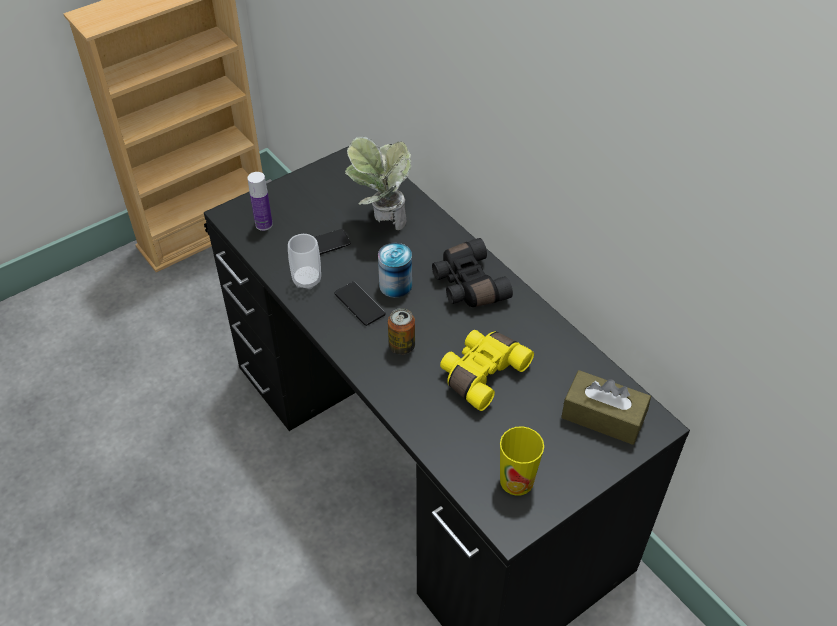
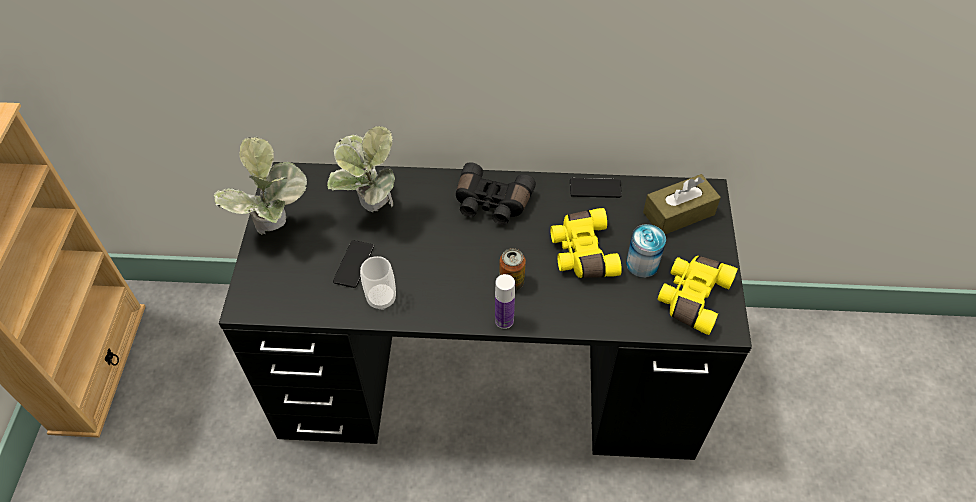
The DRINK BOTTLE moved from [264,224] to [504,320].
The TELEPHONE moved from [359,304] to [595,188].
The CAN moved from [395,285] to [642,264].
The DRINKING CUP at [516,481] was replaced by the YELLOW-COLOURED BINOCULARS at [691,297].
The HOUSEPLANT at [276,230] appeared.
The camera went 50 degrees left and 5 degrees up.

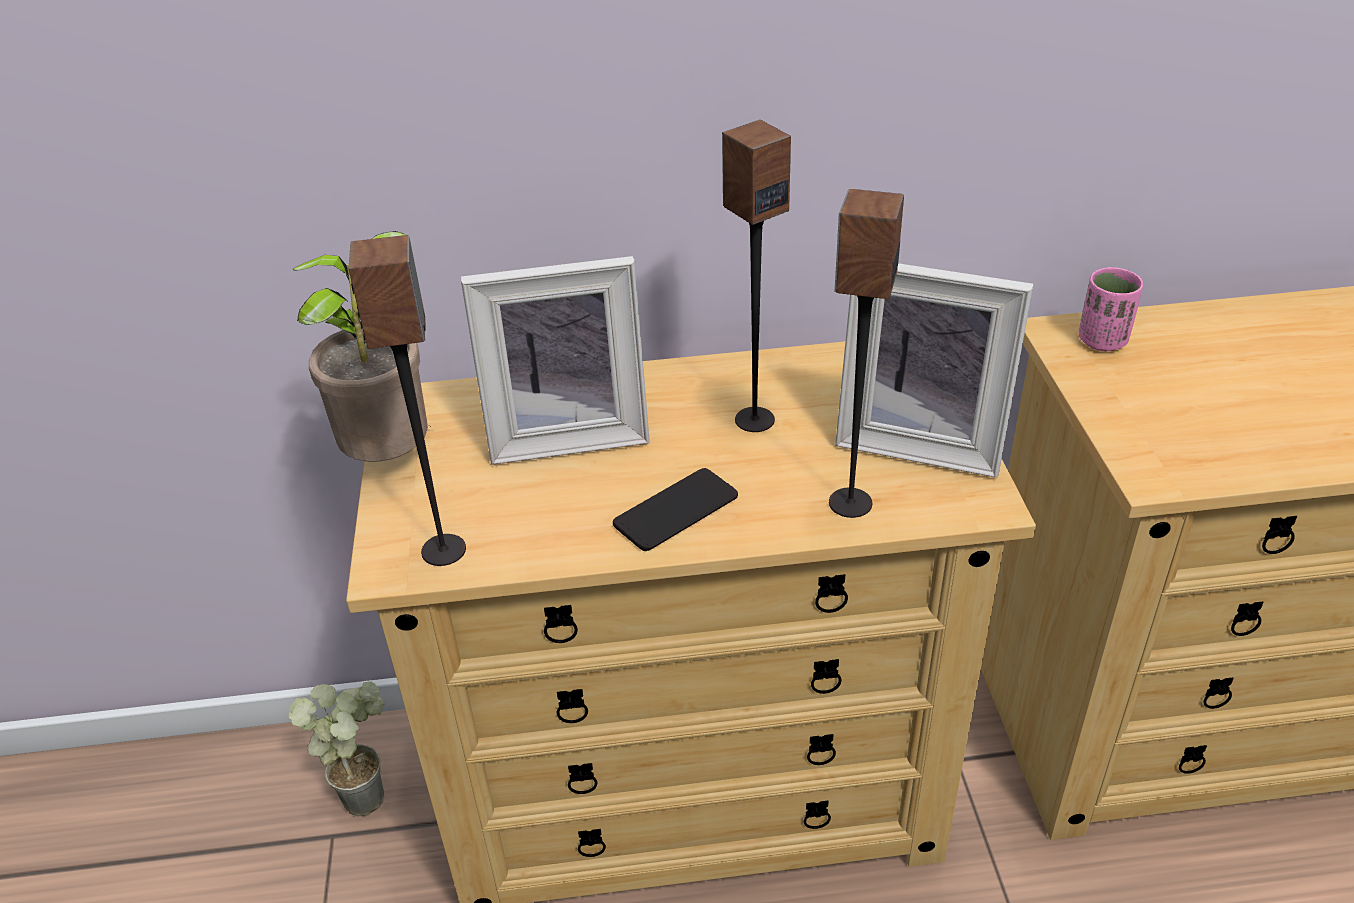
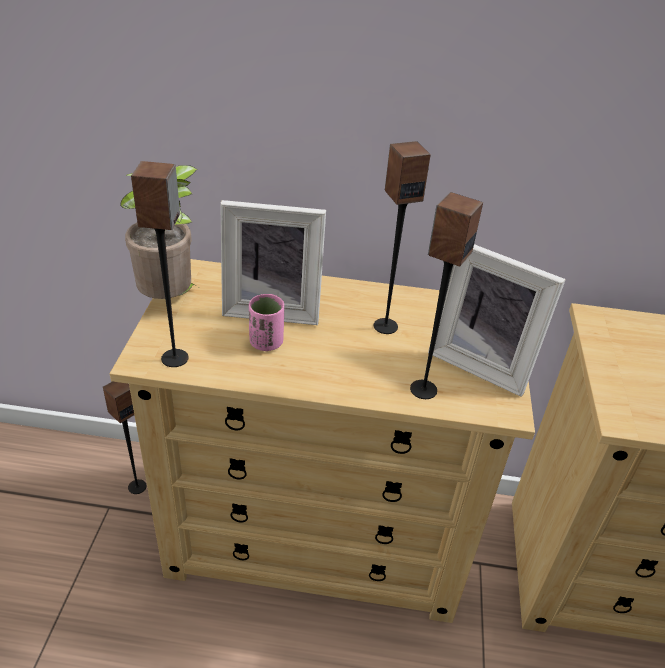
The HOUSEPLANT at [368,789] was replaced by the LOUDSPEAKER at [137,486].
The TELEPHONE at [676,510] disappeared.
The PINK-COLOURED DRINKING CUP moved from [1102,341] to [266,343].
The camera went 10 degrees right and 0 degrees up.

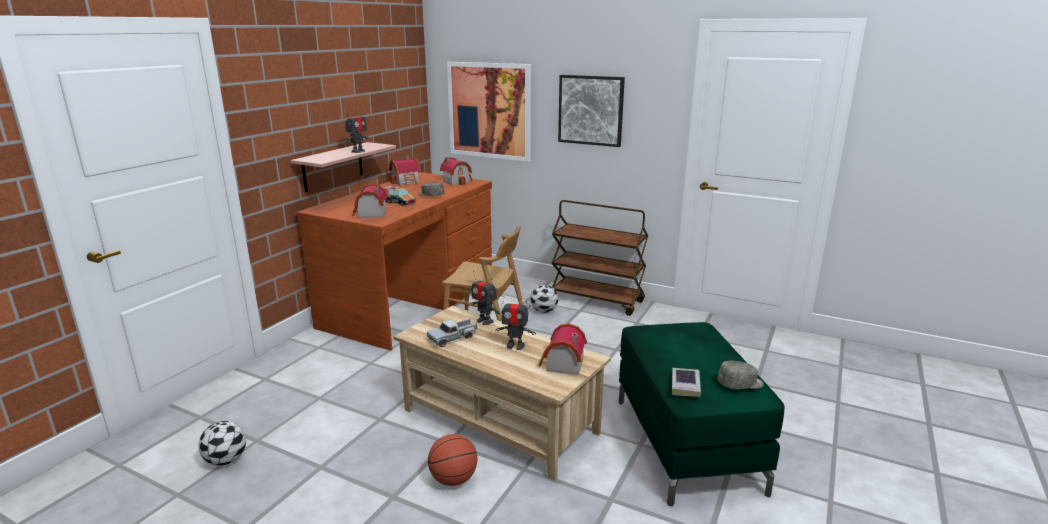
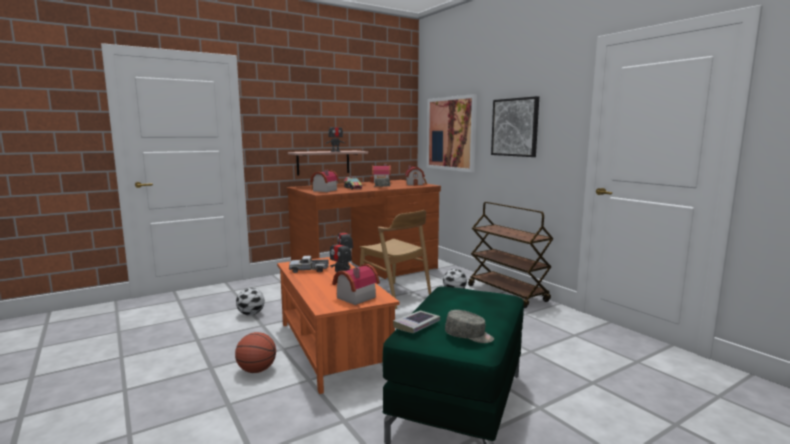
The FOOTBALL BALL moved from [226,460] to [251,314].
The BEIGE-COLOURED LOW TABLE at [500,421] became the ORANGEY LOW TABLE at [332,347].
The camera went 30 degrees right and 10 degrees down.

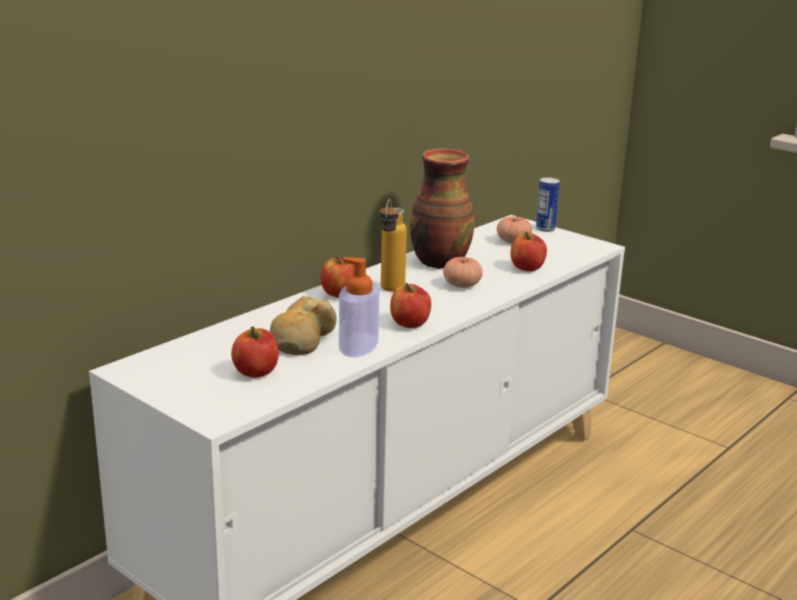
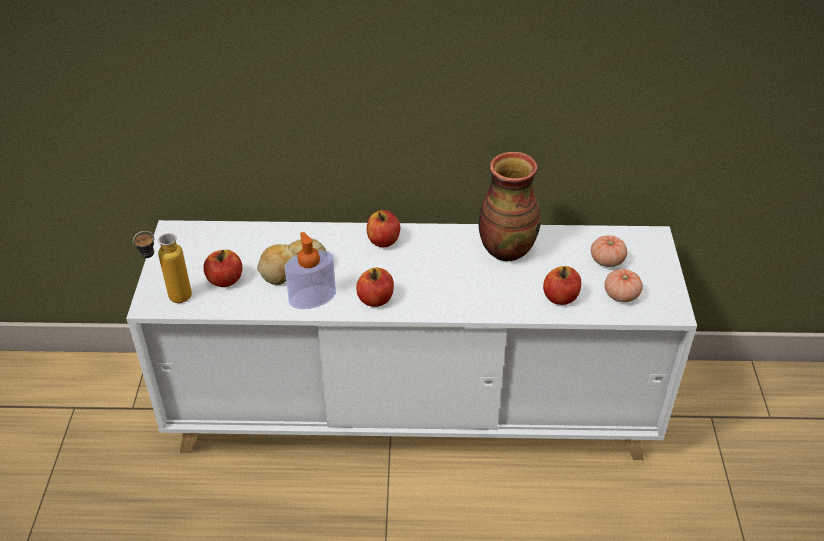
The DRINK BOTTLE moved from [390,291] to [170,299].
The FRESH TOMATO moved from [462,285] to [621,295].
The CAN at [545,229] disappeared.
The camera went 50 degrees right and 20 degrees up.

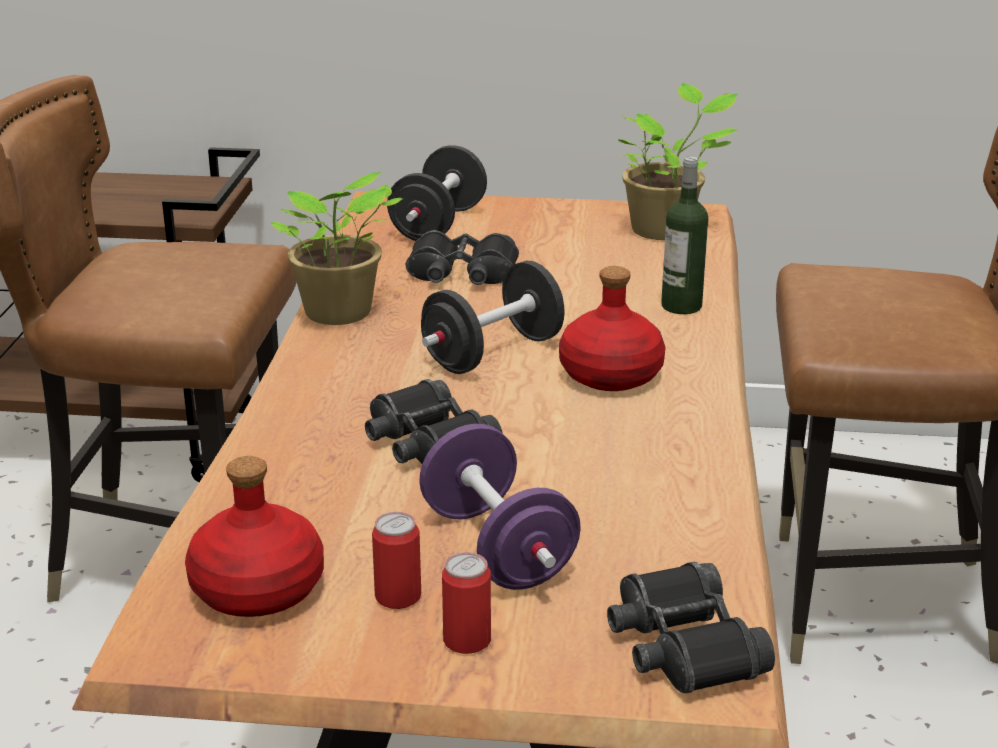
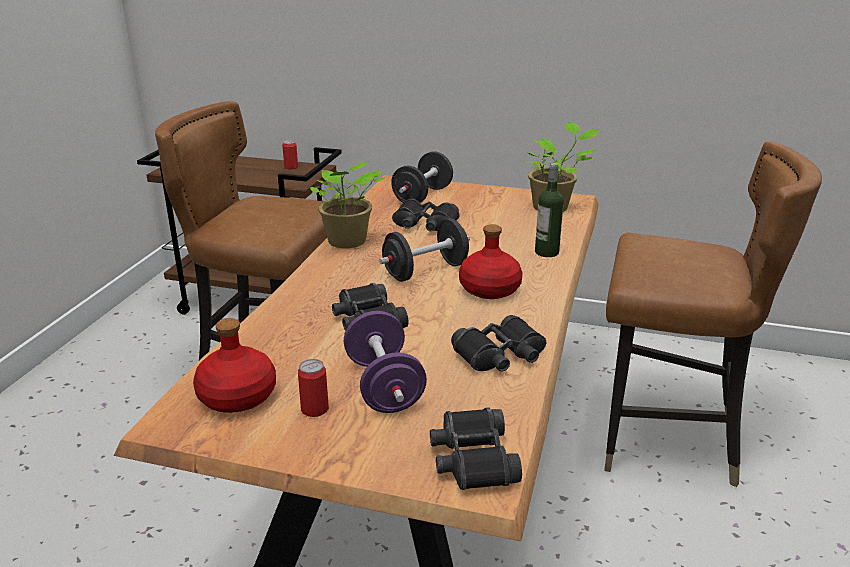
The CAN moved from [467,640] to [291,167].
The BLACK-COLOURED BINOCULARS at [500,355] appeared.
The camera went 10 degrees right and 0 degrees up.

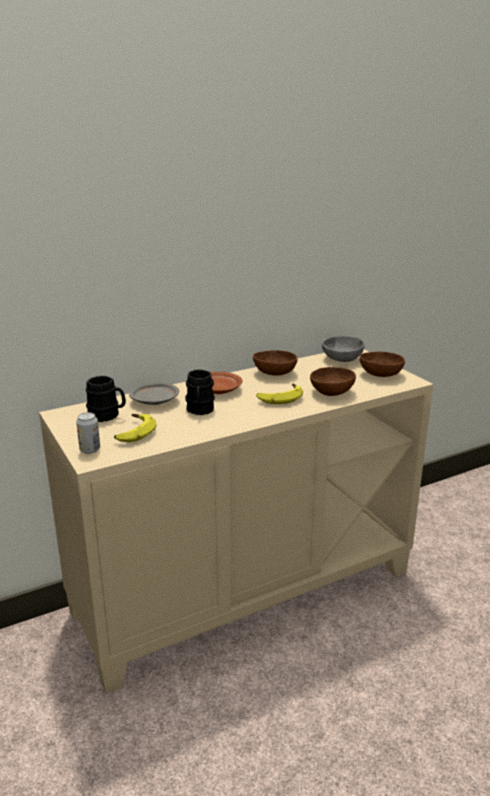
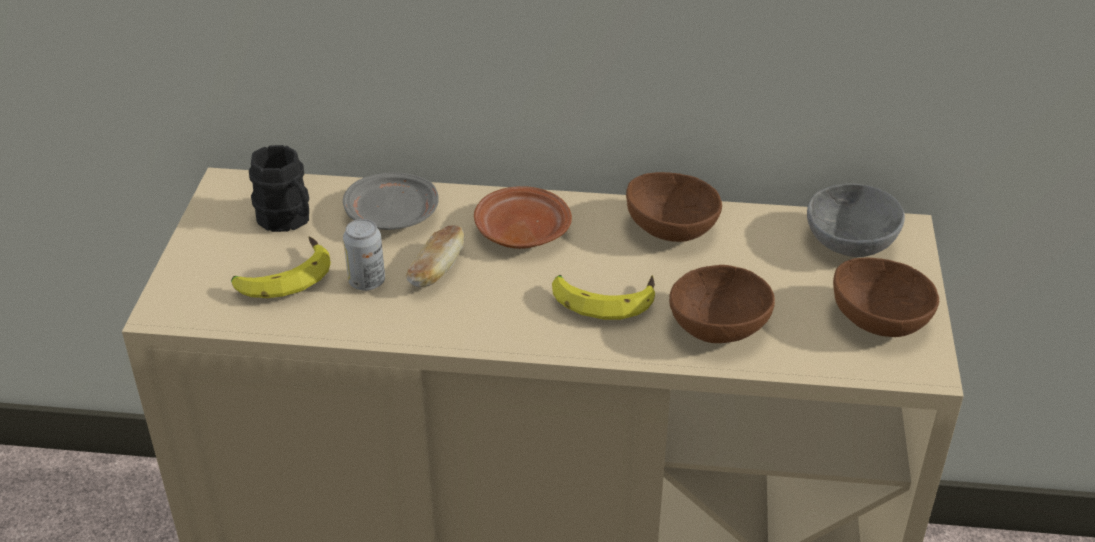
The CAN moved from [90,449] to [367,281].
The BLACK-COLOURED MUG at [200,410] was replaced by the BAKERY BREAD at [436,271].
The camera went 35 degrees right and 15 degrees up.

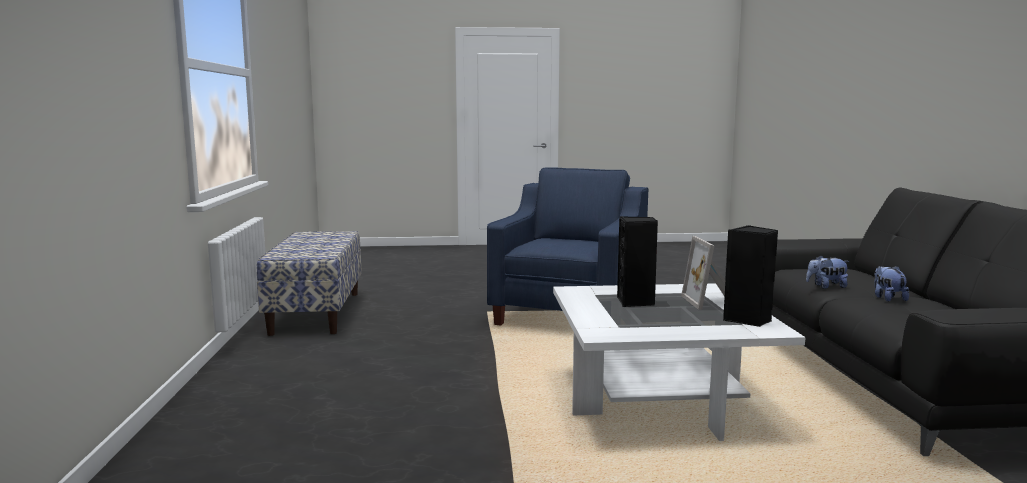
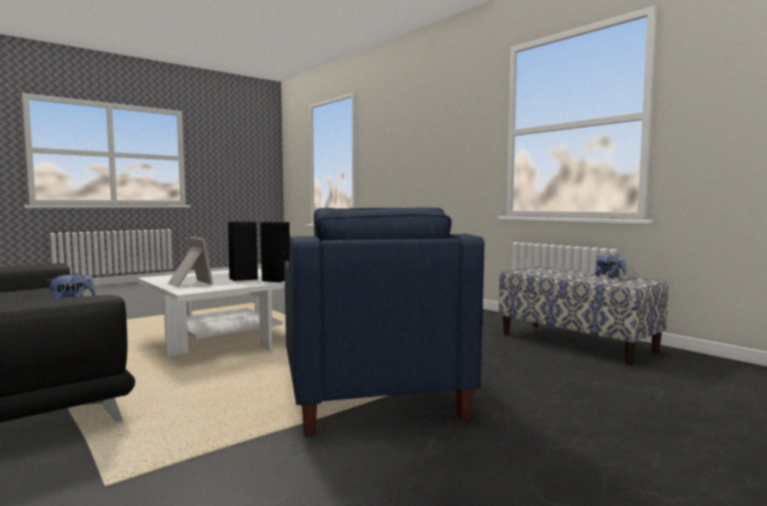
The BLACK-COLOURED LOUDSPEAKER moved from [748,320] to [275,280].
The SOFT TOY moved from [887,298] to [609,277].
The camera went 145 degrees right and 5 degrees down.

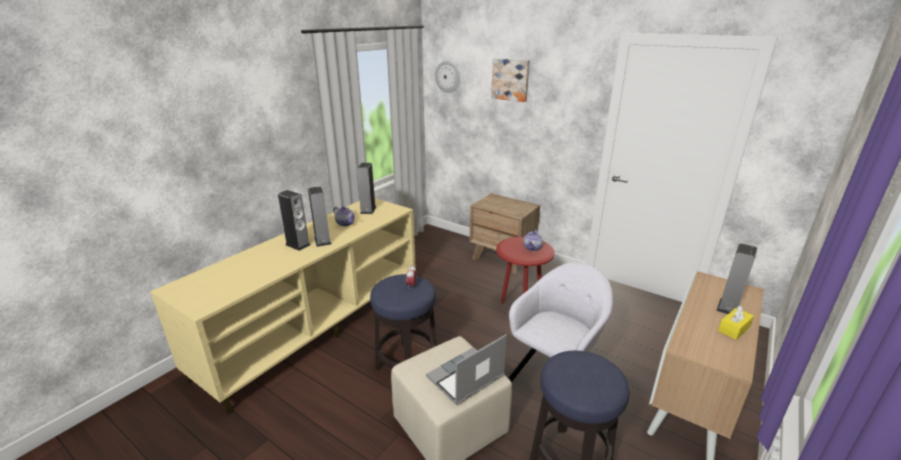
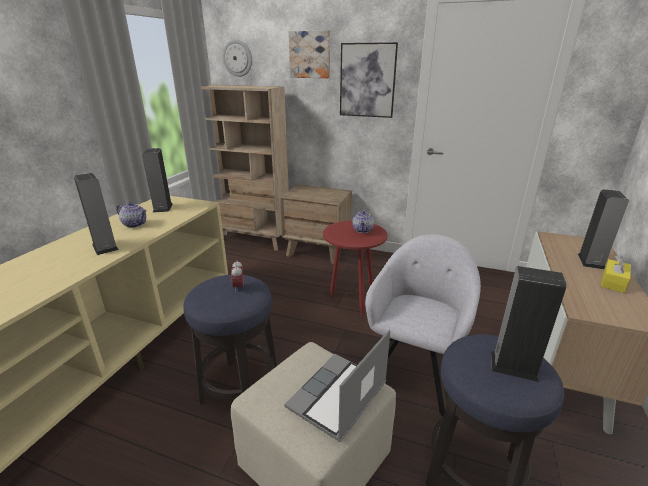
The LOUDSPEAKER moved from [298,244] to [514,366].
The BEIGE-COLOURED BOOKCASE at [252,239] appeared.
The PICTURE at [367,80] appeared.
The camera went 15 degrees left and 0 degrees up.

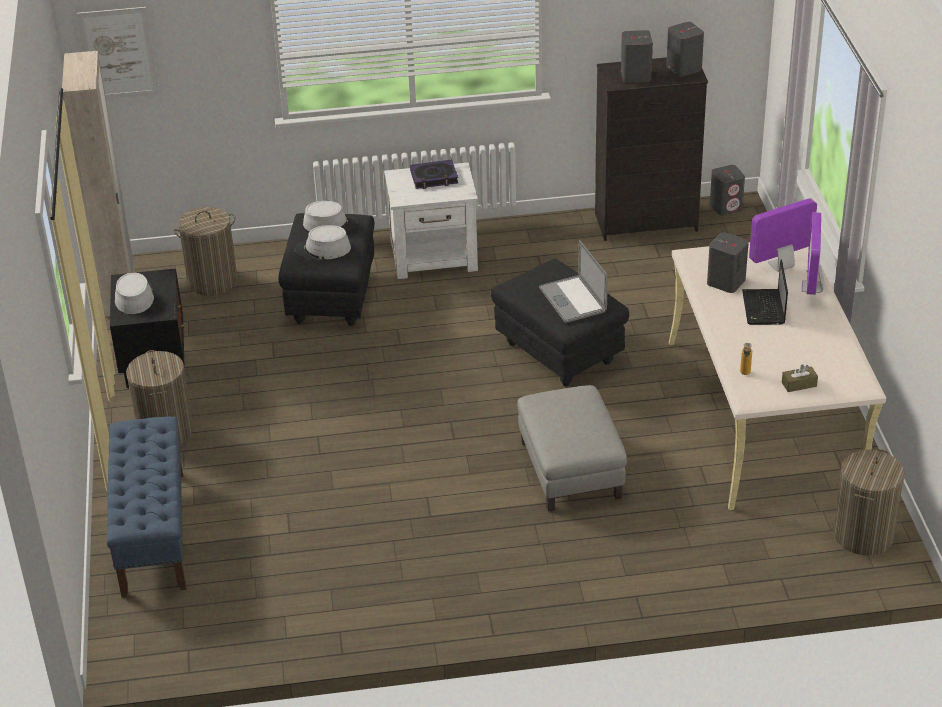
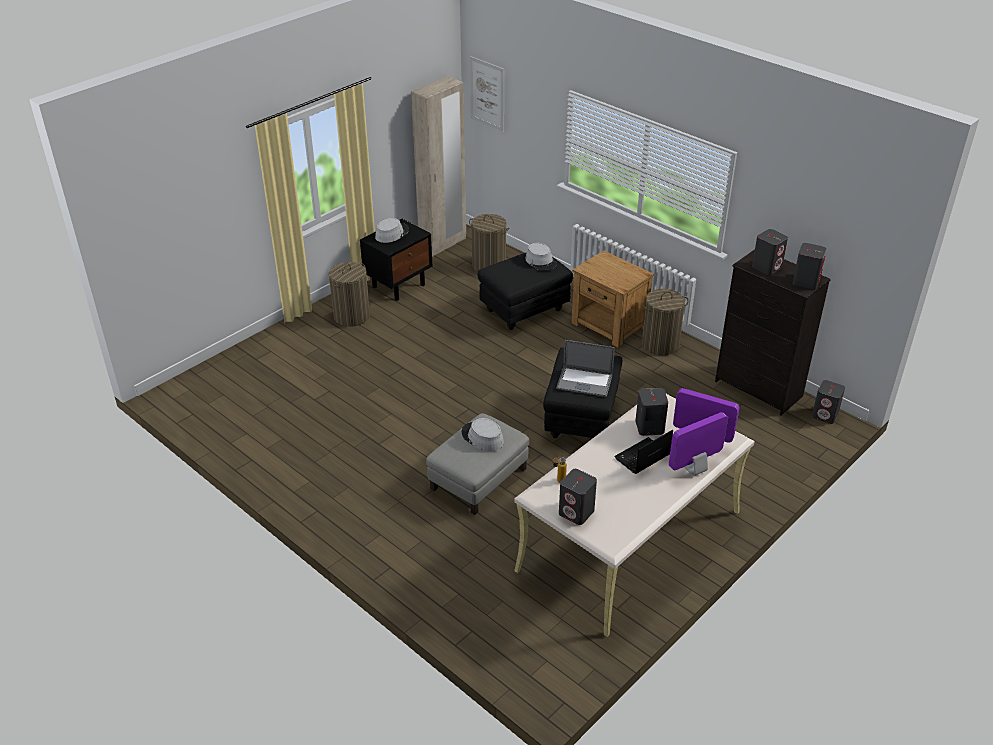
The BLUISH INDOOR BENCH at [153,532] disappeared.
The GREY HAT moved from [323,249] to [482,437].
The WHITE NIGHTSTAND at [435,257] became the BROWN-COLOURED NIGHTSTAND at [609,326].
The VOLUME at [434,178] disappeared.
The LAPTOP at [572,299] turned 105 degrees counterclockwise.
The BROWN-COLOURED TISSUE HOLDER at [799,384] was replaced by the GREY LOUDSPEAKER at [576,512].
The HAMPER moved from [863,535] to [660,344].
The camera went 50 degrees right and 0 degrees up.

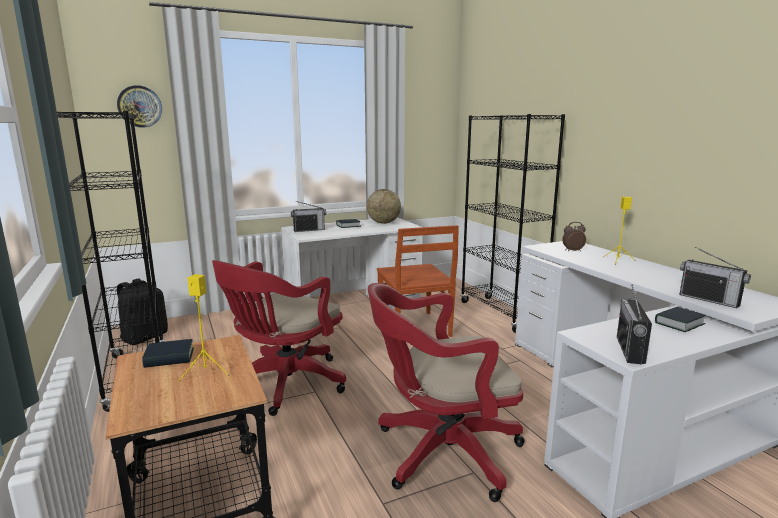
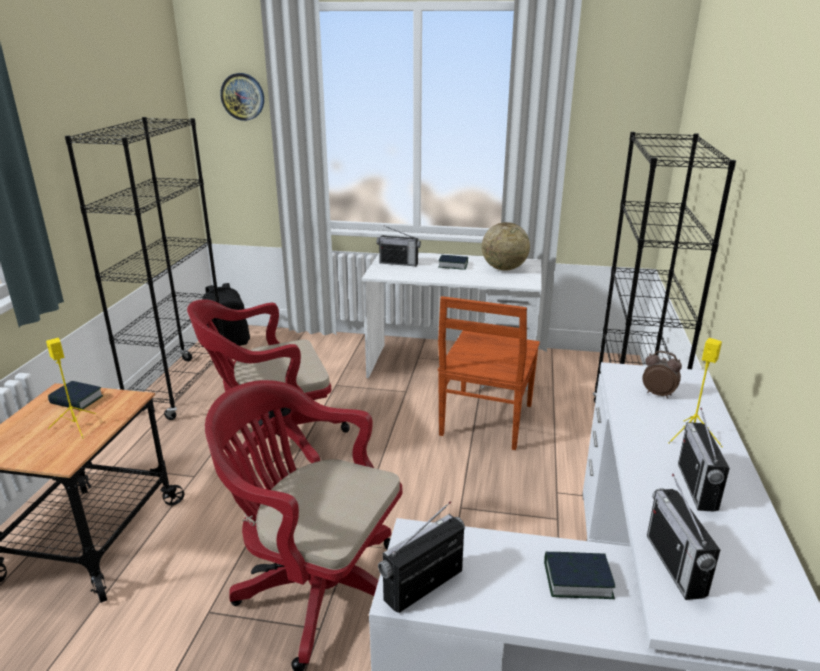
The RADIO RECEIVER at [697,487] appeared.
The camera went 35 degrees right and 10 degrees up.

